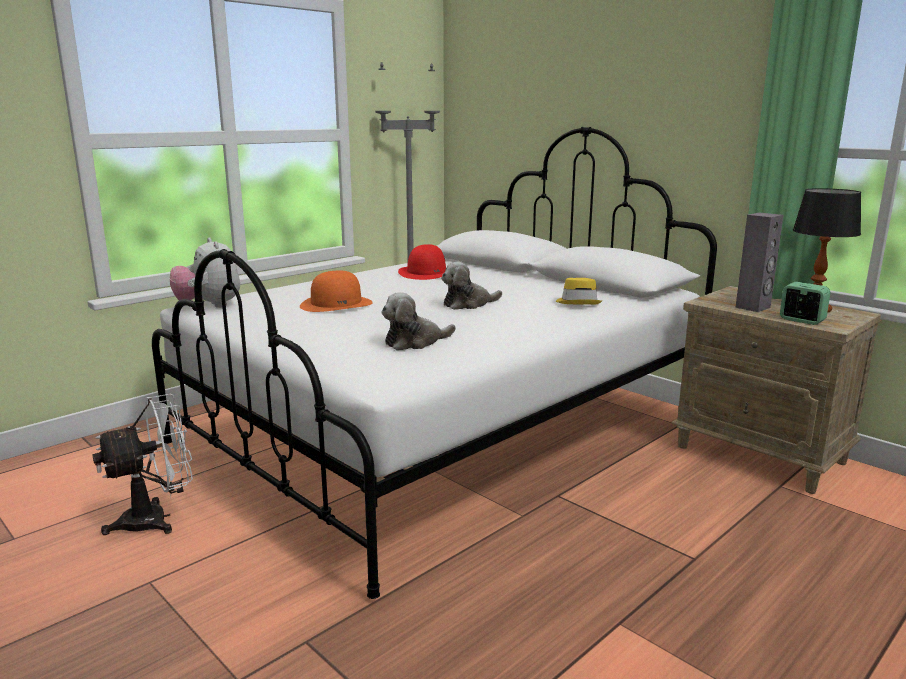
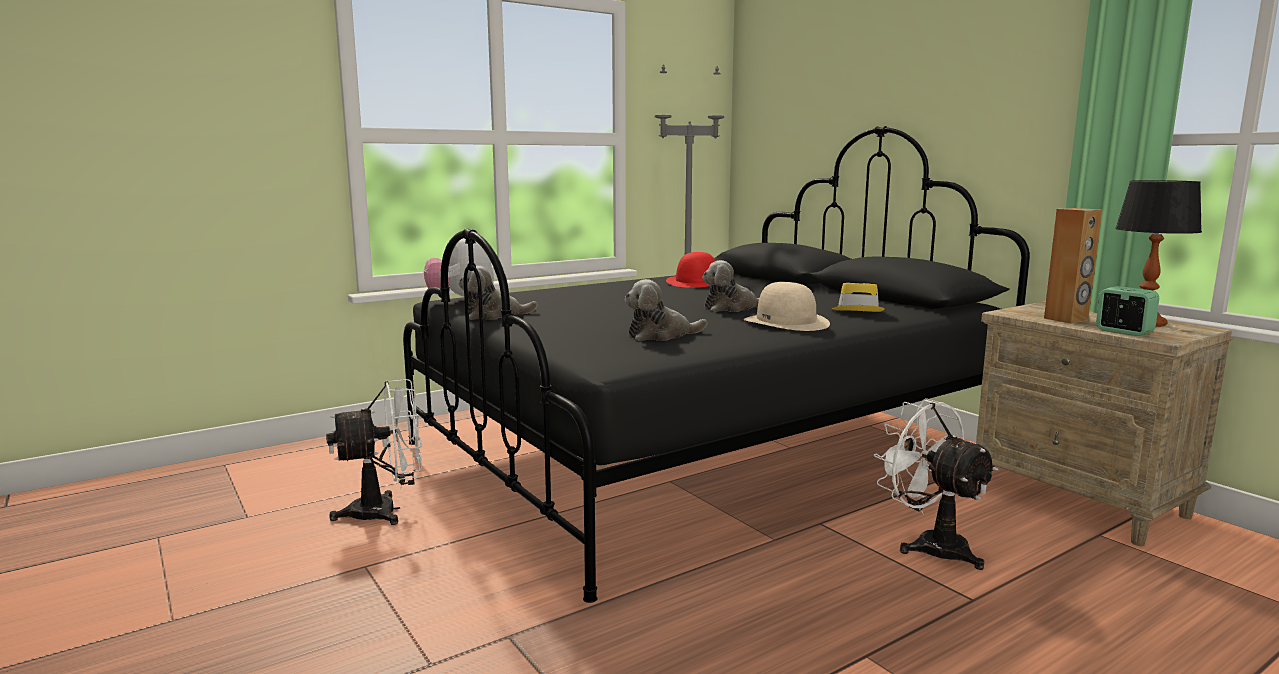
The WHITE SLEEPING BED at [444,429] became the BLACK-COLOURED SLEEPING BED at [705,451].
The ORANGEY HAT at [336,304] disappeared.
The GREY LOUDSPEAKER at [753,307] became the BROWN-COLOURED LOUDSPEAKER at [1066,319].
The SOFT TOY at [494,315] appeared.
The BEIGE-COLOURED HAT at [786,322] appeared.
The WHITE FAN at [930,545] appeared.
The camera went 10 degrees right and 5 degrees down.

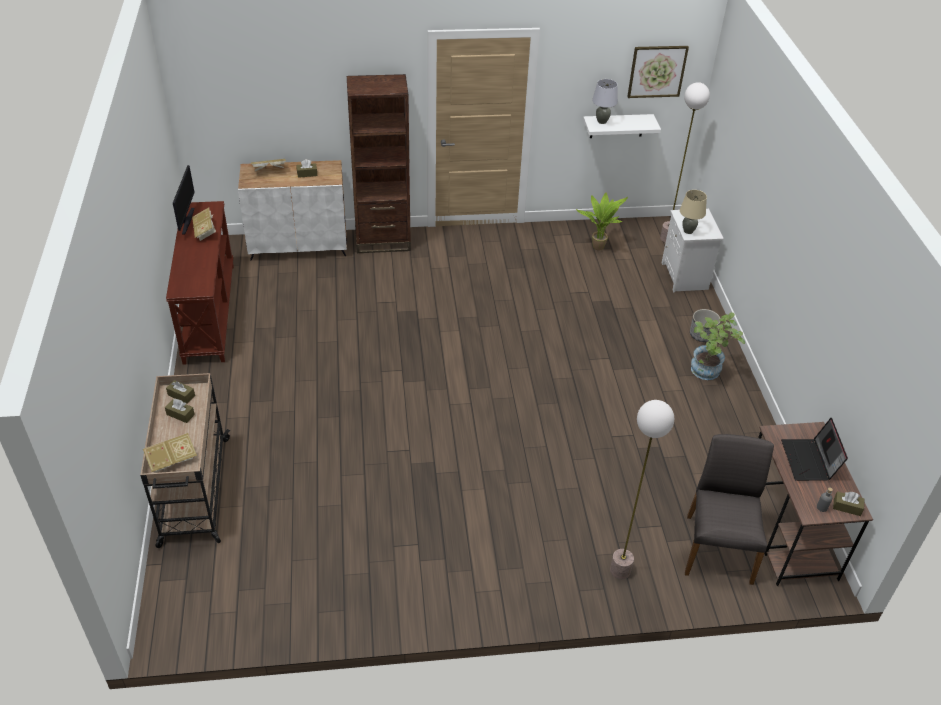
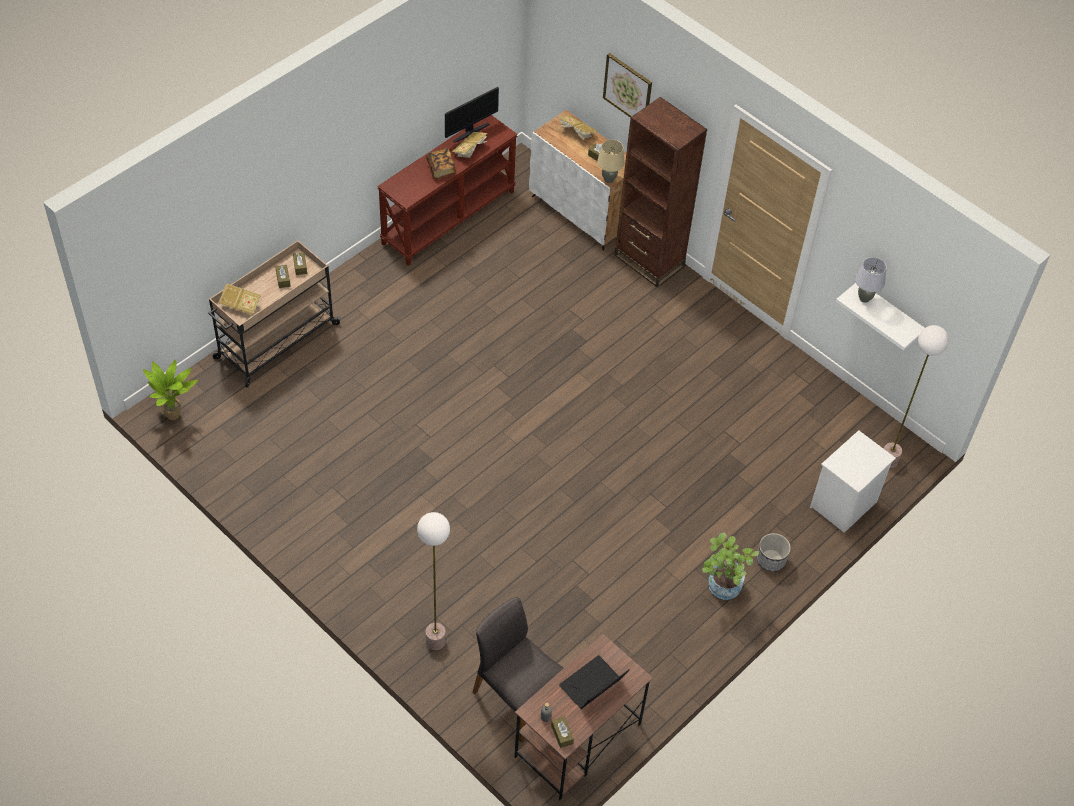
The HOUSEPLANT moved from [598,246] to [175,414].
The PICTURE moved from [657,71] to [628,89].
The BEIGE-COLOURED LAMP FOR A TABLE moved from [688,231] to [609,179].
The GREY UPRIGHT CHAIR at [717,547] turned 105 degrees counterclockwise.
The VOLUME at [441,169] appeared.
The camera went 50 degrees right and 10 degrees up.

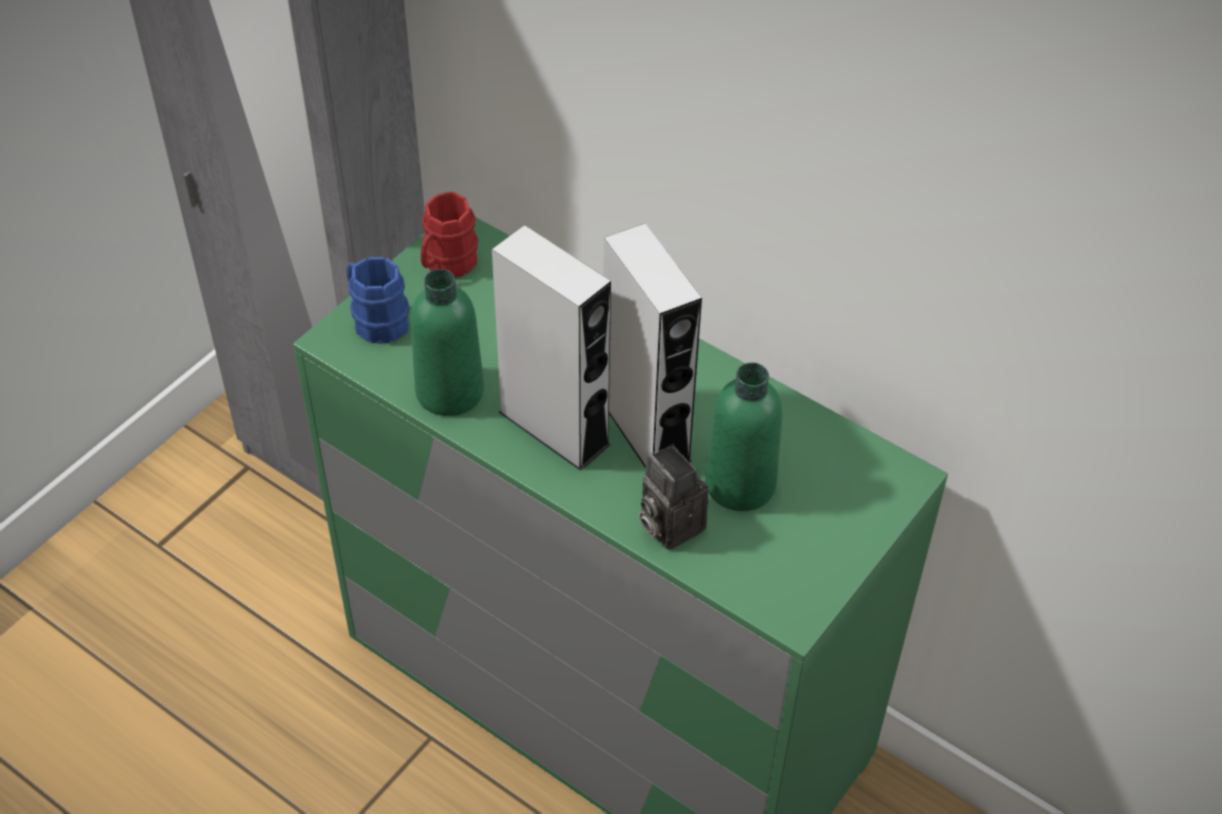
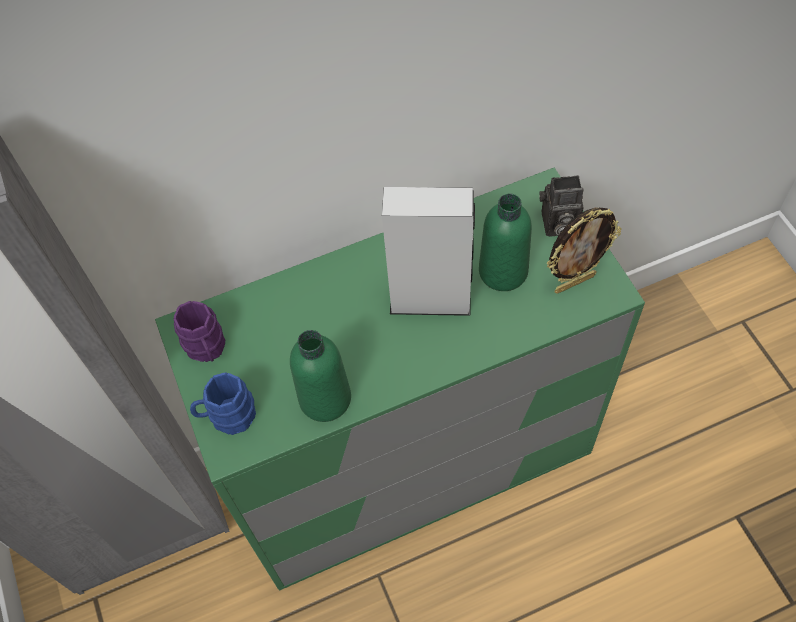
The RED MUG at [446,264] became the PURPLE MUG at [207,349].
The GREY LOUDSPEAKER at [554,428] disappeared.
The PHOTO CAMERA moved from [667,524] to [557,225].
The PHOTO FRAME at [574,282] appeared.
The camera went 55 degrees left and 10 degrees up.

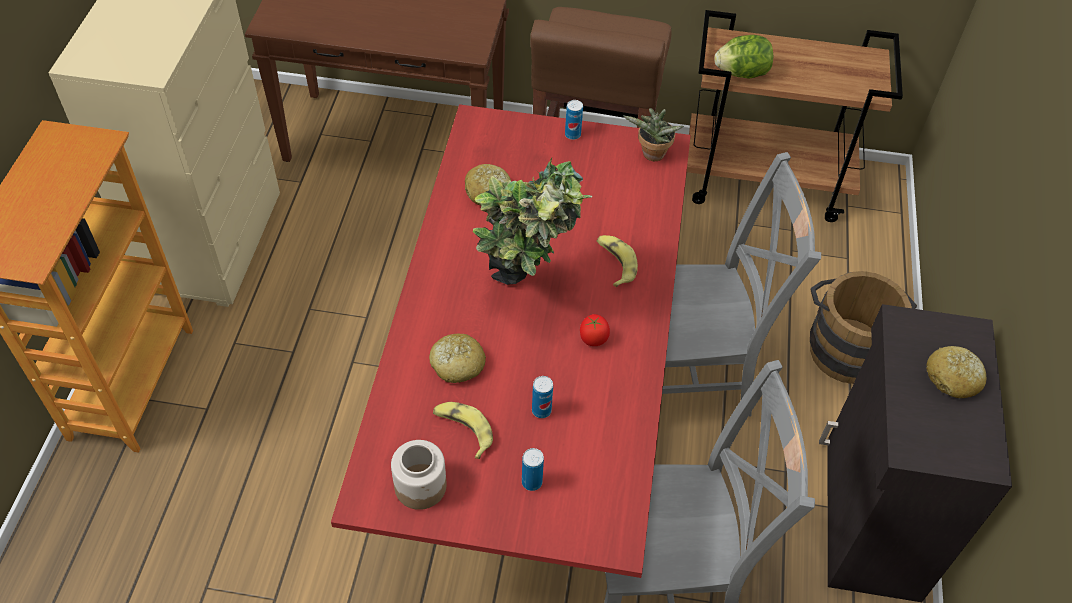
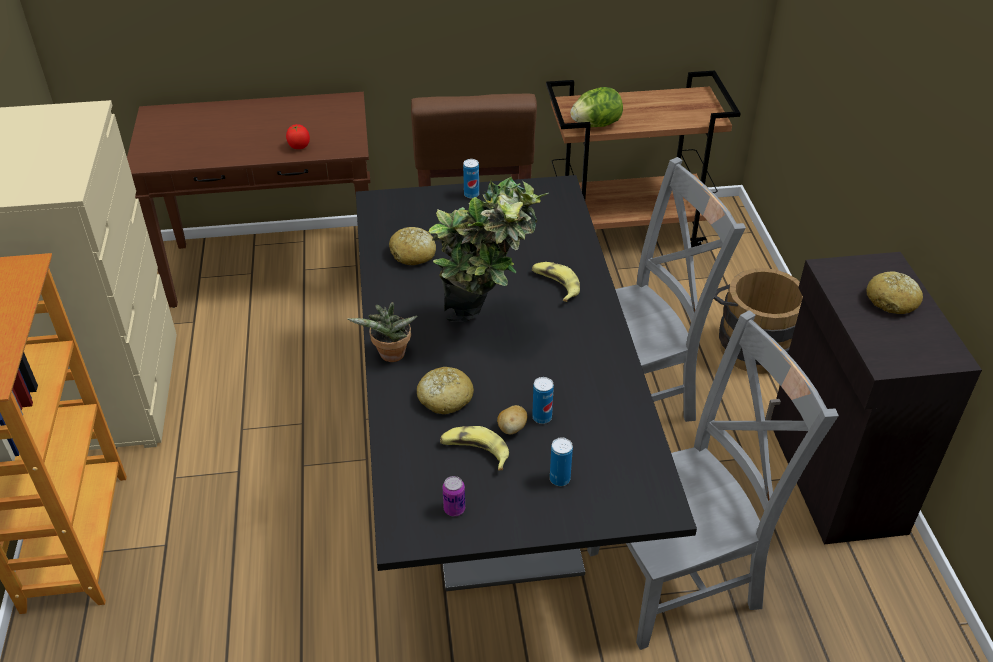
The RED KITCHEN TABLE at [530,419] became the BLACK-COLOURED KITCHEN TABLE at [496,473].
The JAR at [421,486] was replaced by the CAN at [454,509].
The FRESH TOMATO moved from [593,339] to [299,146].
The HOUSEPLANT moved from [651,156] to [390,356].
The WHOLE POTATO at [512,428] appeared.
The camera went 15 degrees left and 10 degrees down.

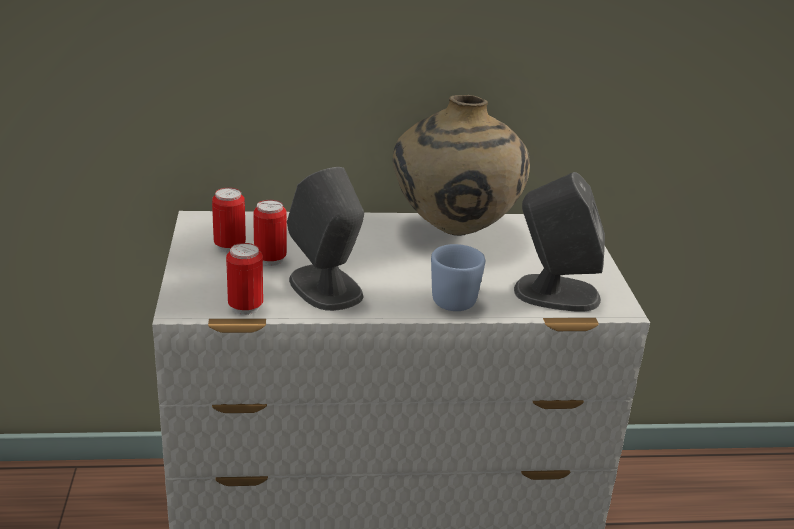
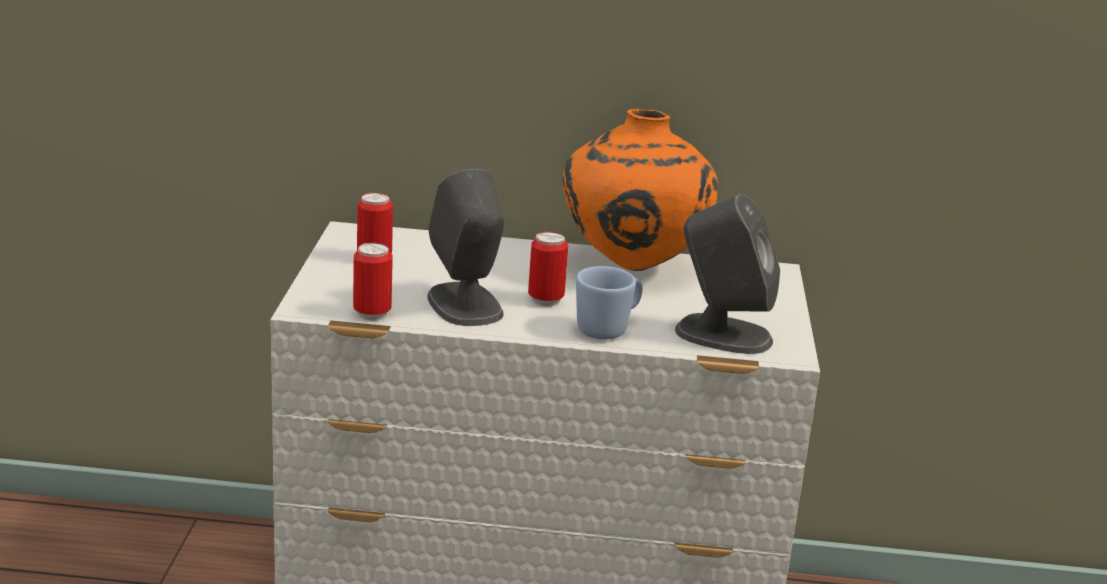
The CAN moved from [270,259] to [545,300].
The BEIGE-COLOURED VASE at [453,232] became the ORANGEY VASE at [631,267].
The camera went 10 degrees right and 5 degrees down.

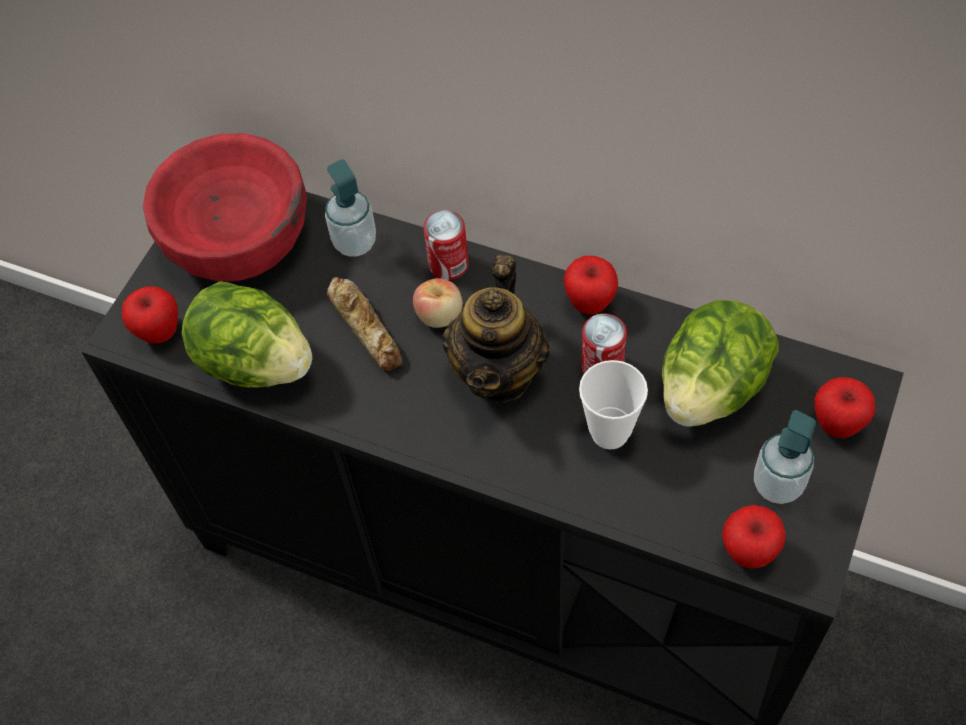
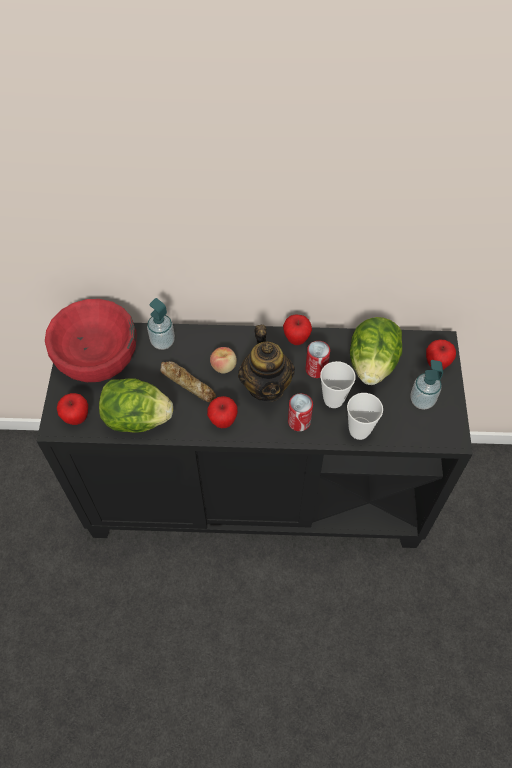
The CAN moved from [448,264] to [299,421].
The APPLE moved from [748,552] to [223,421].
The DRINKING CUP at [359,430] appeared.
The camera went 25 degrees left and 0 degrees up.

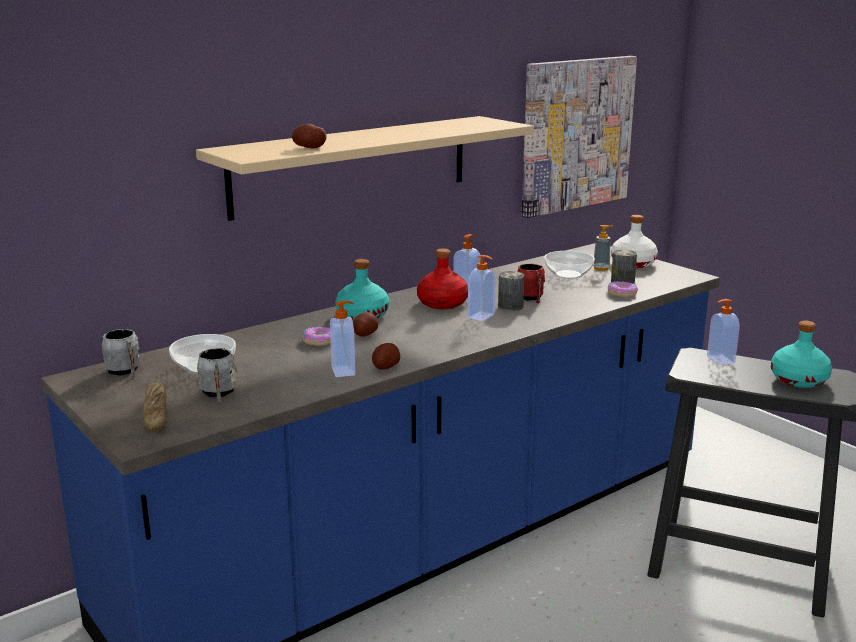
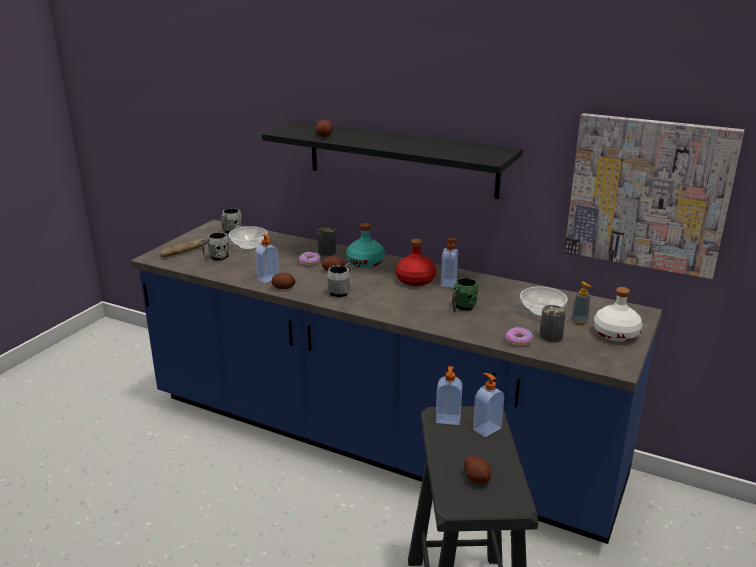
The BEIGE-COLOURED WALL SHELF at [353,165] became the BLACK-COLOURED WALL SHELF at [401,159].
The LIQUID SOAP BOTTLE moved from [482,316] to [448,420].
The CAN moved from [510,307] to [326,252].
The RED MUG at [531,298] became the GREEN MUG at [462,307].
The TURQUOISE DRINK BOTTLE at [799,380] was replaced by the WHOLE POTATO at [477,478].
The GREY MUG at [341,291] appeared.
The camera went 65 degrees right and 5 degrees up.

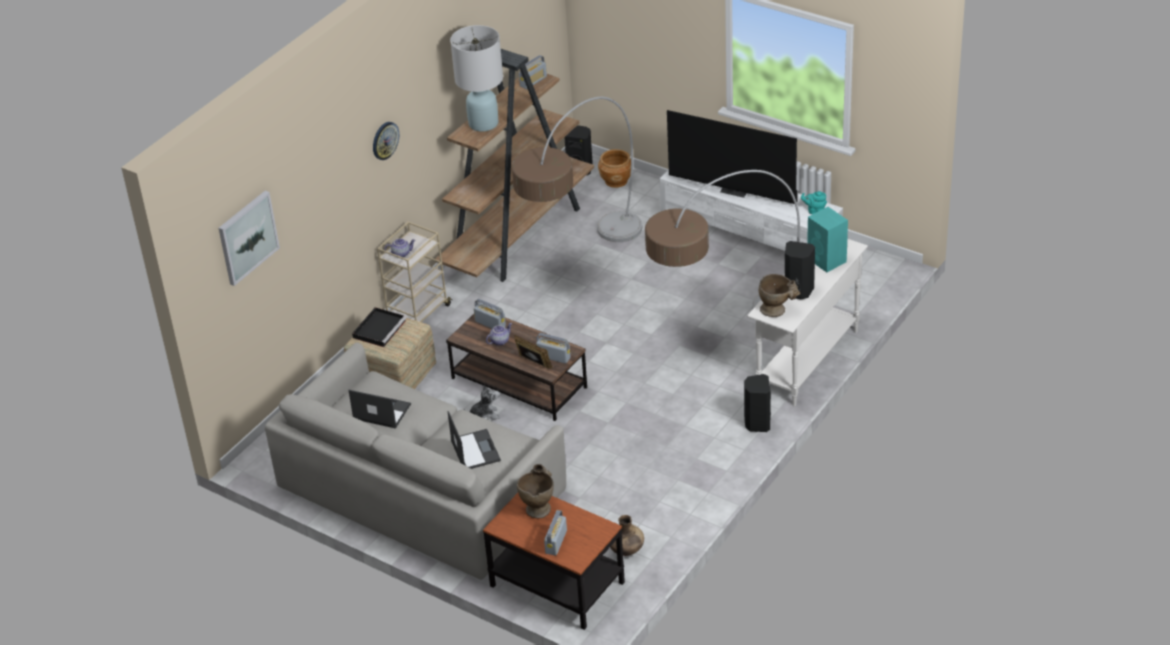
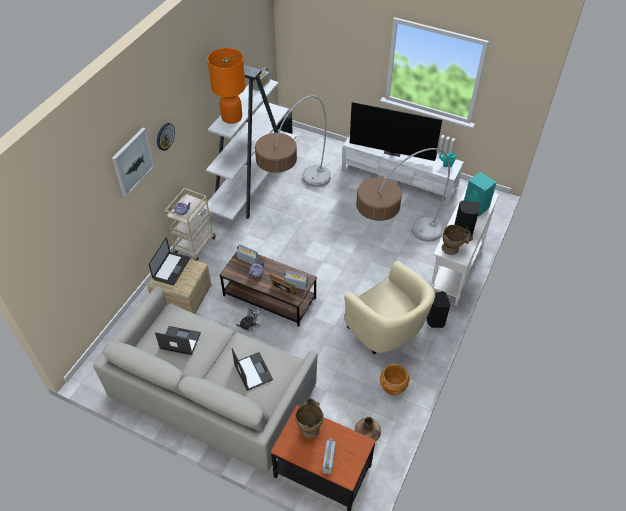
The PICTURE moved from [247,237] to [132,161].
The BLACK-COLOURED TRAY at [379,328] was replaced by the LAPTOP at [171,269].
The BROWN-COLOURED BOOKCASE at [518,234] became the WHITE BOOKCASE at [253,183].
The WHITE LAMP FOR A TABLE at [483,123] became the ORANGEY LAMP FOR A TABLE at [231,117].
The BROWN-COLOURED PLANTER moved from [616,181] to [393,386].
The BEIGE-COLOURED LOUNGE CHAIR at [387,330] appeared.
The camera went 10 degrees left and 10 degrees up.

